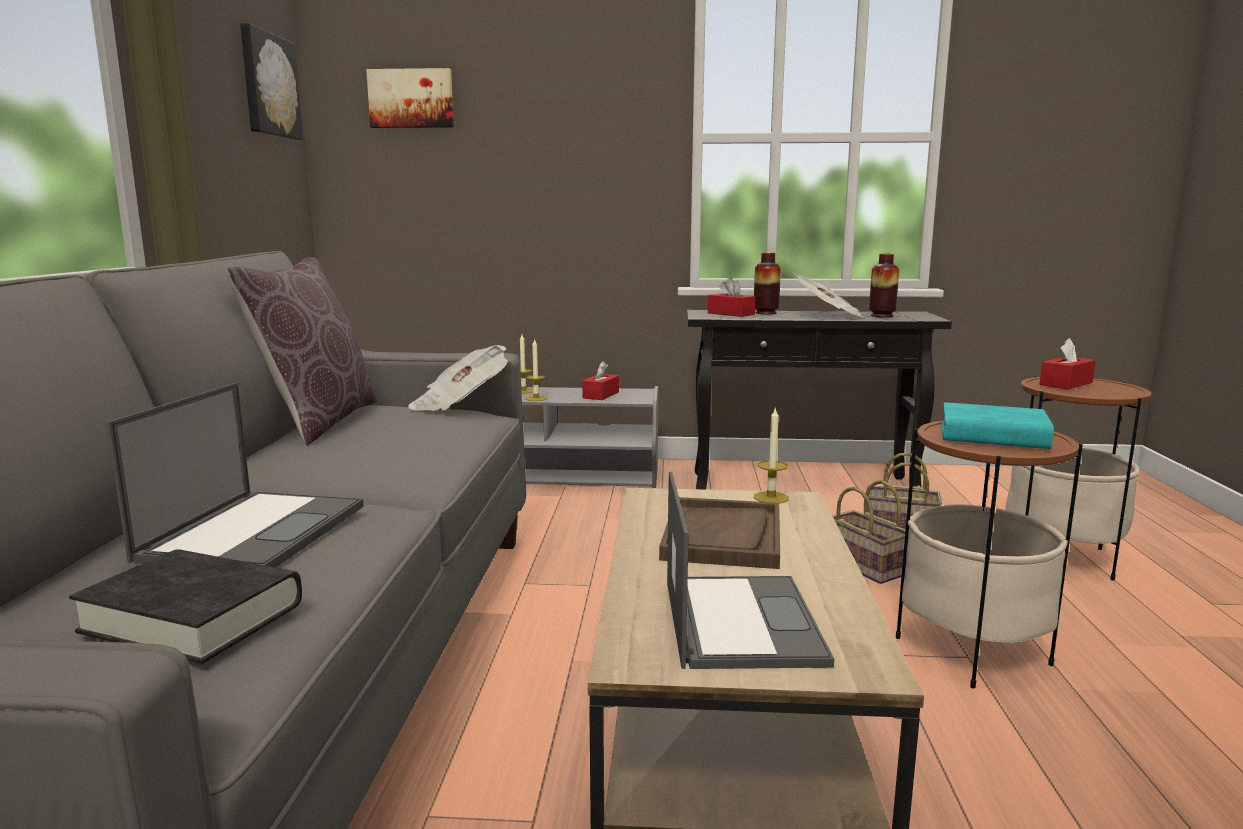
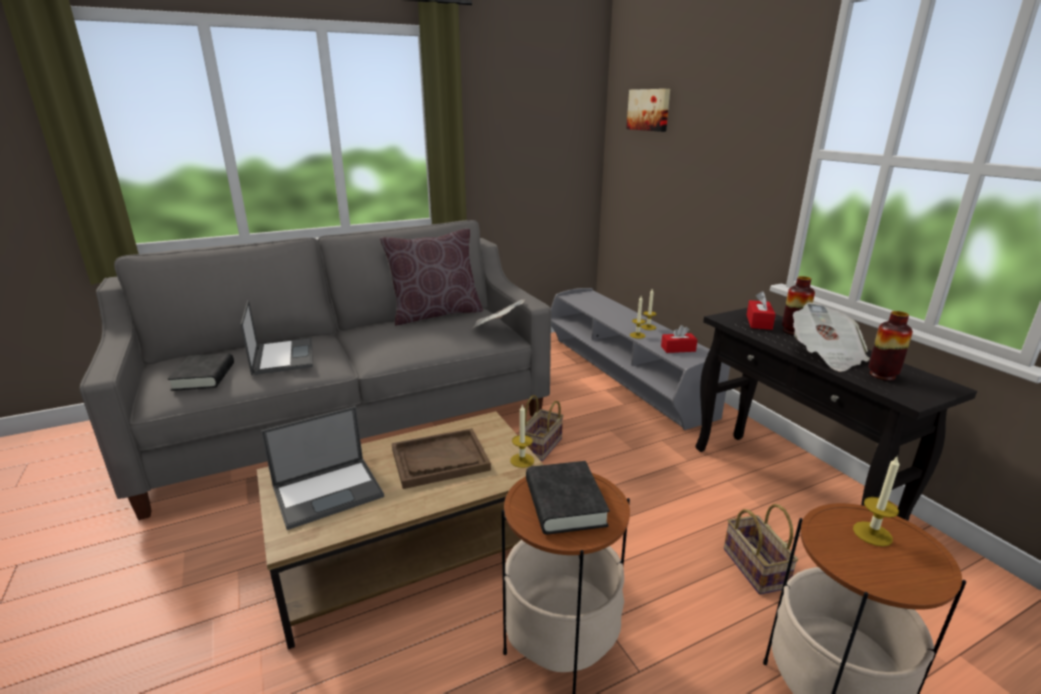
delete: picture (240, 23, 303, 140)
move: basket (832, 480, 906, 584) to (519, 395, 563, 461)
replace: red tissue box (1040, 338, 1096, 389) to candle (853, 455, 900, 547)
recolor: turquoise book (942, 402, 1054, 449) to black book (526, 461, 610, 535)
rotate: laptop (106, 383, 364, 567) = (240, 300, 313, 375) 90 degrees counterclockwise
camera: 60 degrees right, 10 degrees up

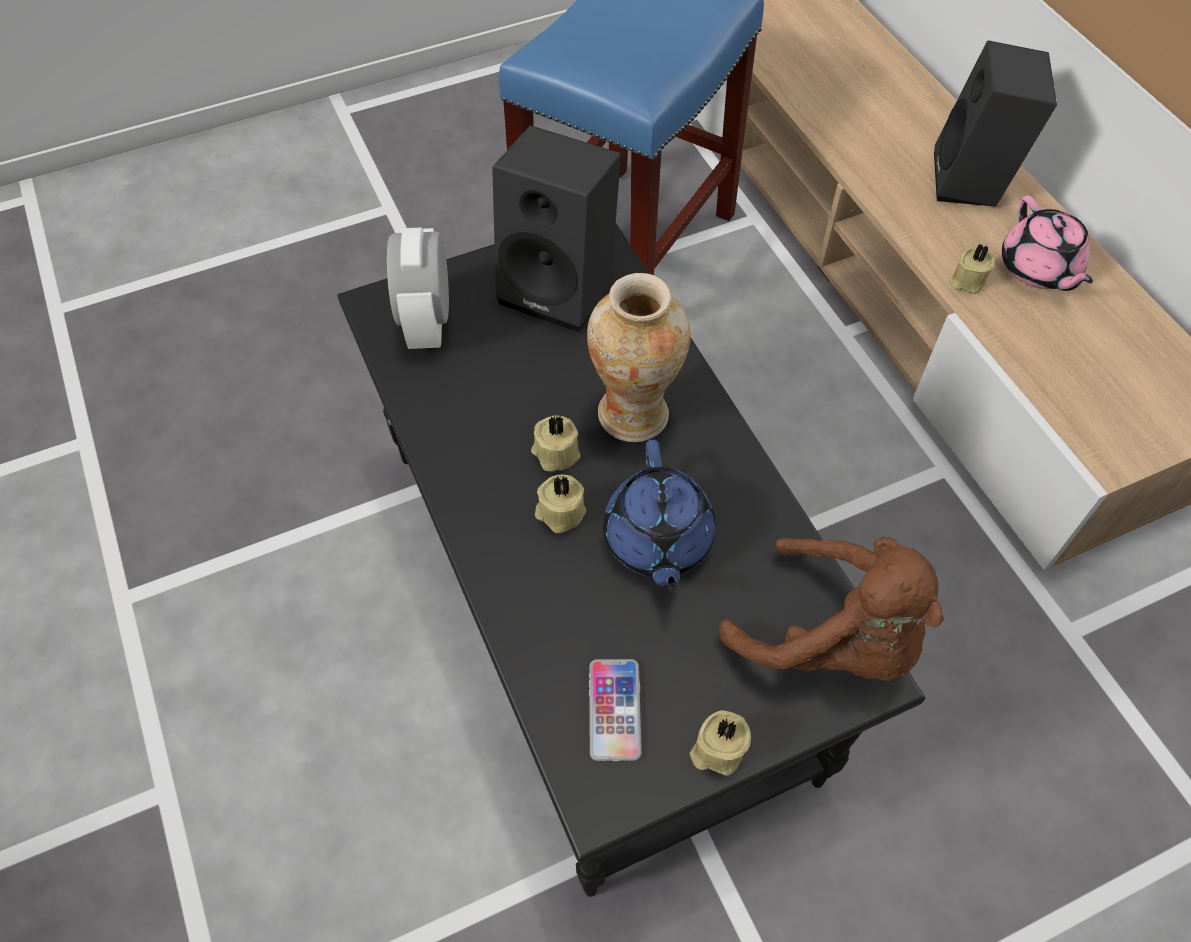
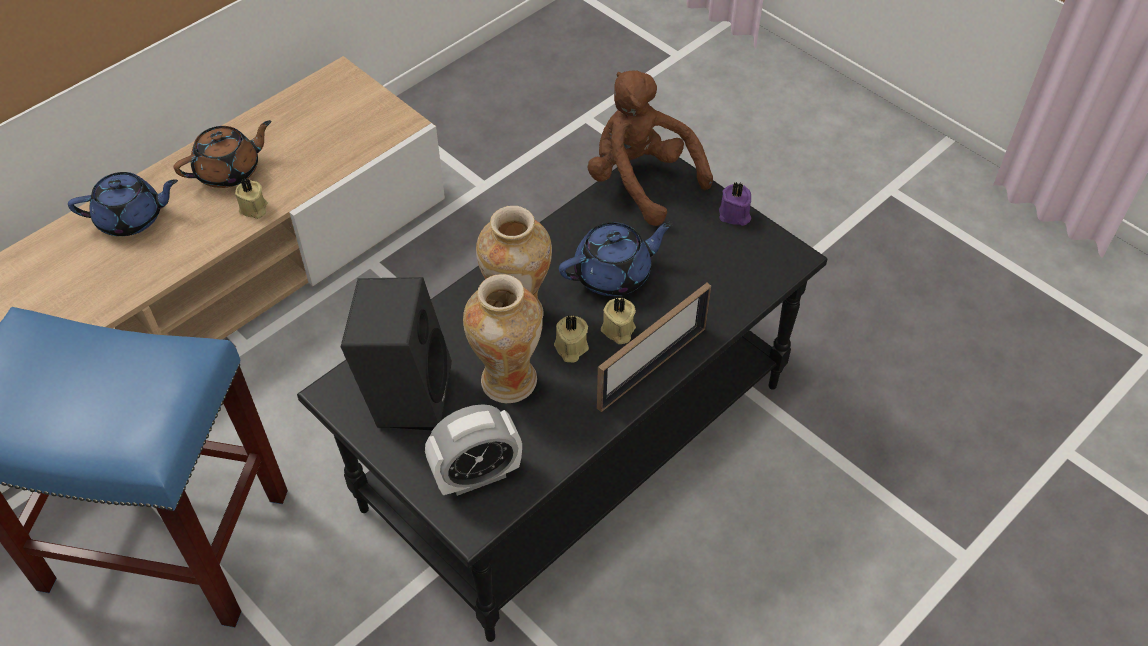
delete: phone (589, 659, 642, 761)
insert: vase (463, 274, 543, 403); picture frame (597, 283, 711, 412)
replace: black speaker (934, 40, 1057, 207) to blue teapot (68, 172, 178, 236)
recolor: beige candle (690, 710, 751, 776) to purple candle (719, 182, 751, 226); pink teapot (1002, 196, 1093, 291) to brown teapot (174, 120, 271, 188)
rotate: brown plush toy (719, 536, 944, 681) = (588, 70, 713, 226) 60 degrees counterclockwise
camera: 110 degrees left, 5 degrees down

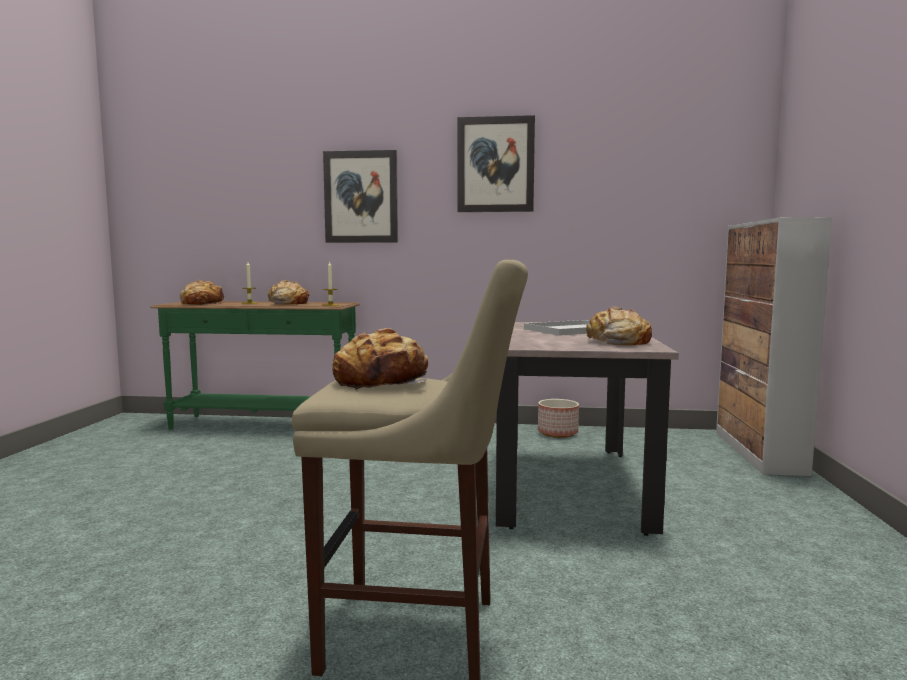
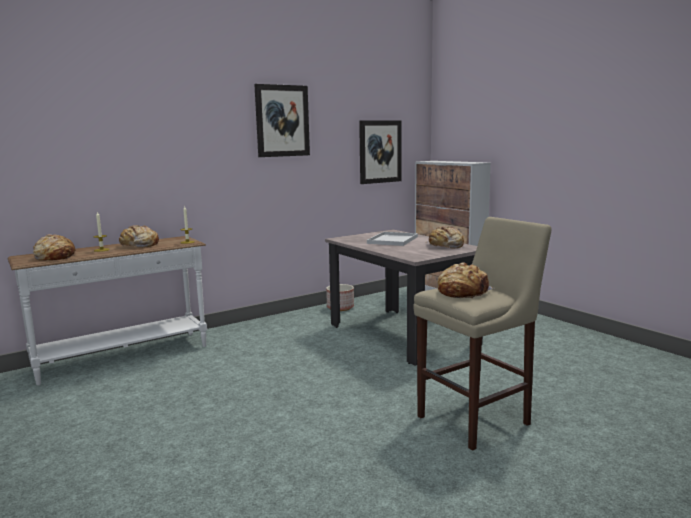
move: picture (323, 150, 398, 243) to (359, 120, 402, 184)
recolor: green console table (150, 301, 360, 430) to white console table (8, 236, 207, 385)
camera: 40 degrees left, 5 degrees up

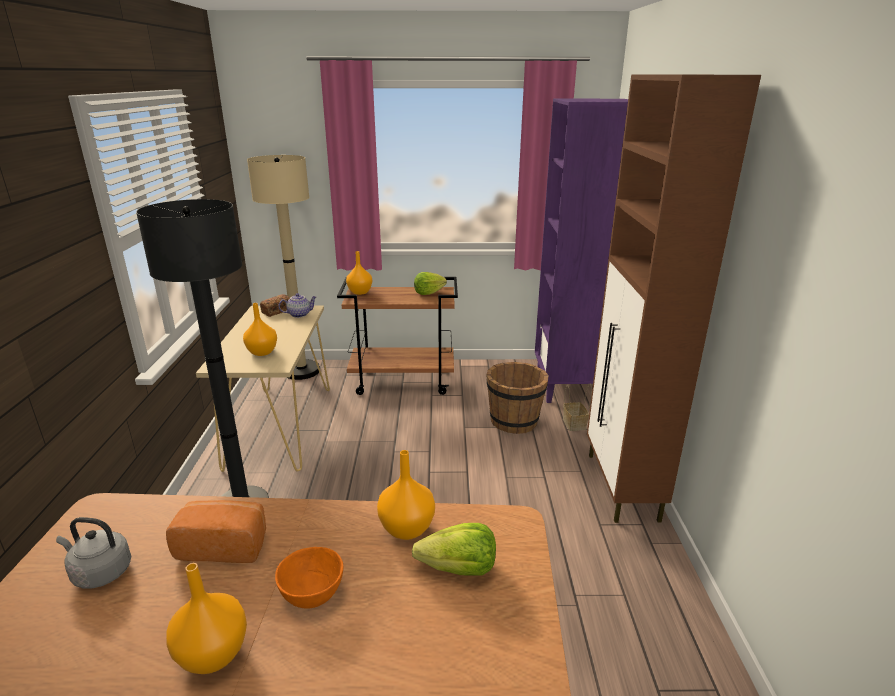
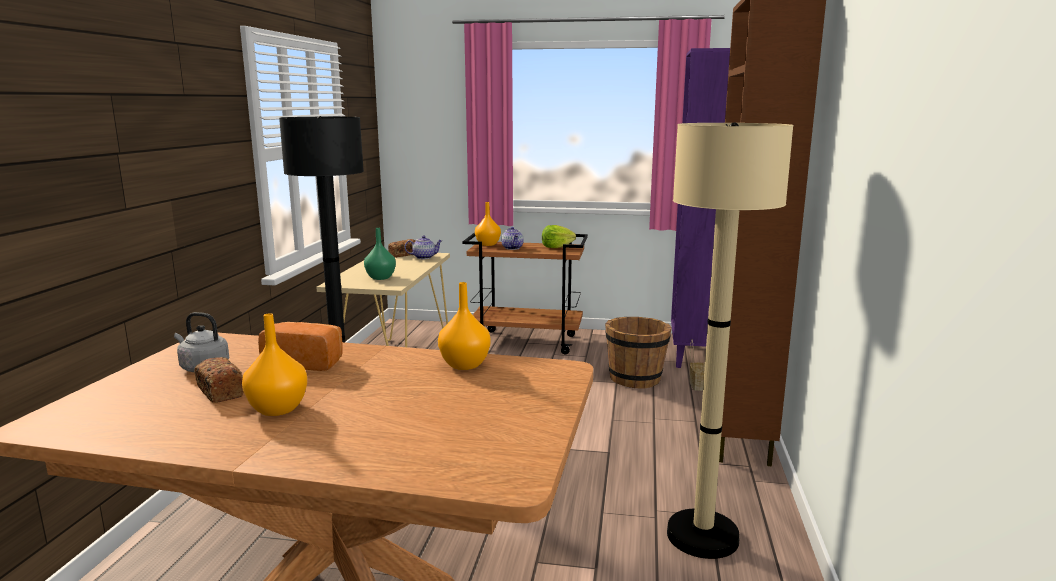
delete: orange bowl (275, 547, 343, 609); lettuce (412, 523, 496, 576)
insert: bread (194, 357, 243, 403); teapot (501, 227, 524, 250)
move: beige floor lamp (247, 155, 320, 380) to (667, 122, 793, 559)
recolor: orange vase (243, 303, 277, 356) to green vase (364, 228, 396, 280)
camera: 10 degrees right, 10 degrees down

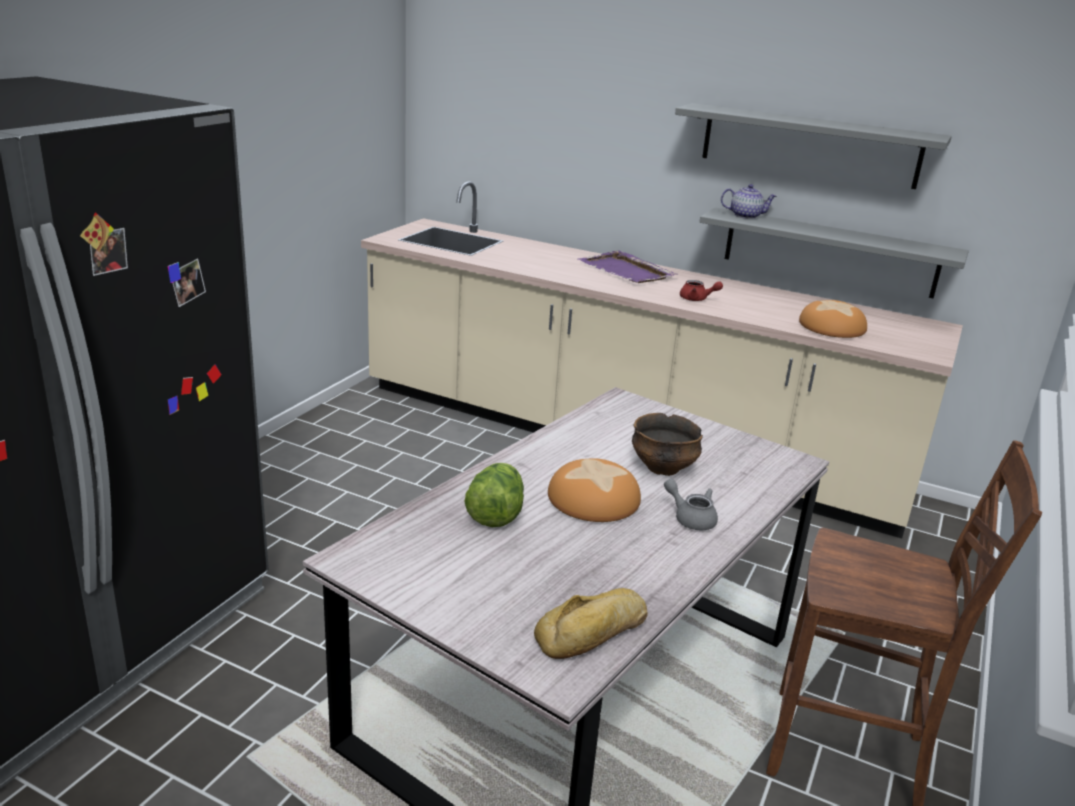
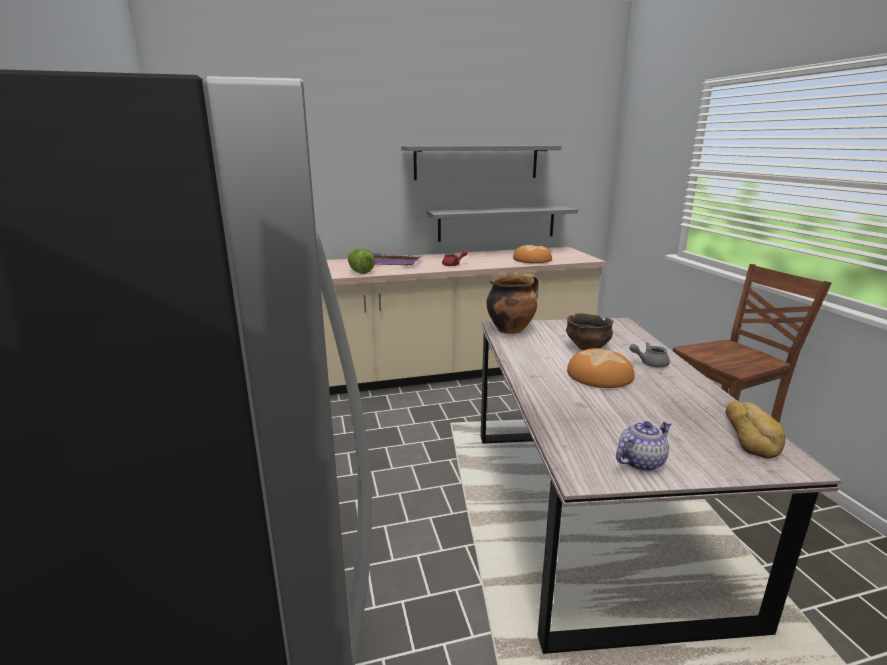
insert: cooking pot (486, 273, 538, 334)
move: lettuce (464, 463, 524, 527) to (348, 248, 375, 274); teapot (721, 184, 777, 219) to (616, 421, 672, 471)
camera: 40 degrees left, 5 degrees down

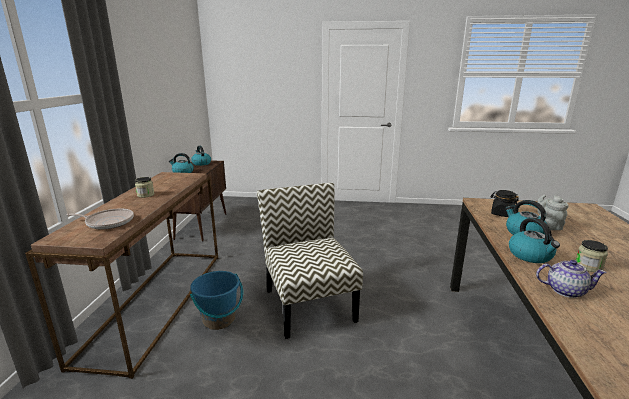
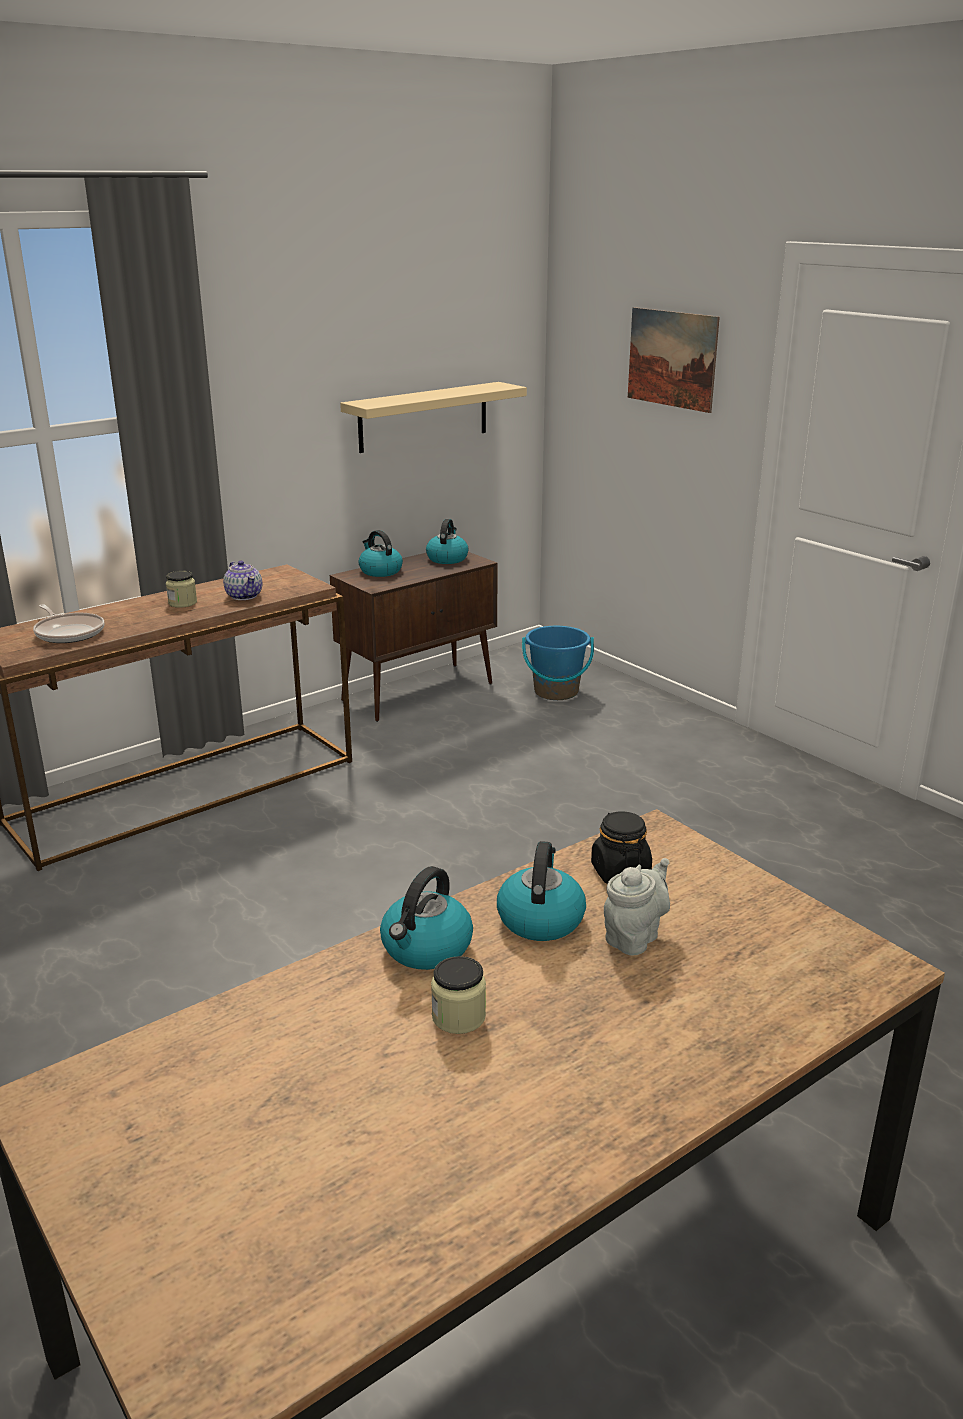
delete: chair (257, 183, 363, 339)
insert: beige shelf (340, 382, 527, 453); picture (628, 307, 720, 413)
move: blue bucket (190, 271, 243, 330) to (522, 626, 594, 700); teapot (536, 260, 607, 298) to (223, 560, 263, 600)
camera: 45 degrees right, 5 degrees up

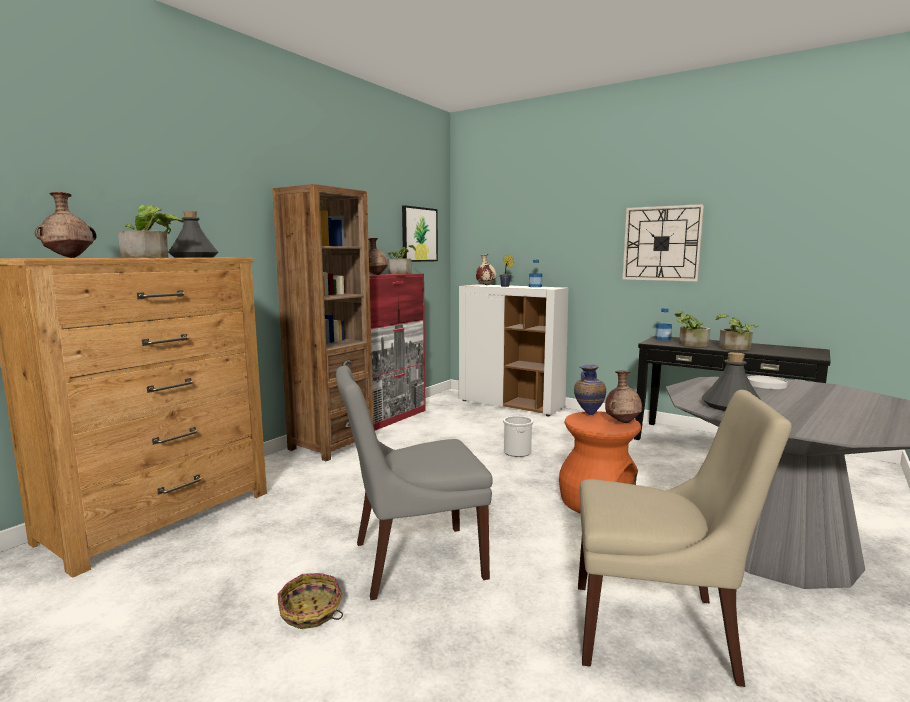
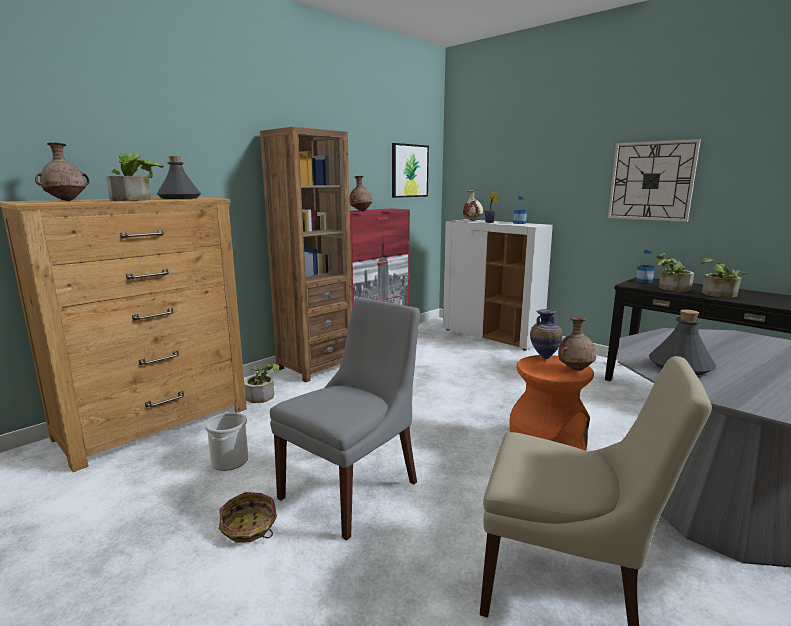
delete: white plate (747, 376, 788, 389)
move: potted plant (387, 245, 416, 274) to (244, 364, 279, 403); bucket (503, 416, 533, 457) to (205, 413, 248, 471)
rotate: grey chair (336, 366, 493, 600) = (270, 297, 420, 541) 135 degrees clockwise
camera: 10 degrees right, 5 degrees up

